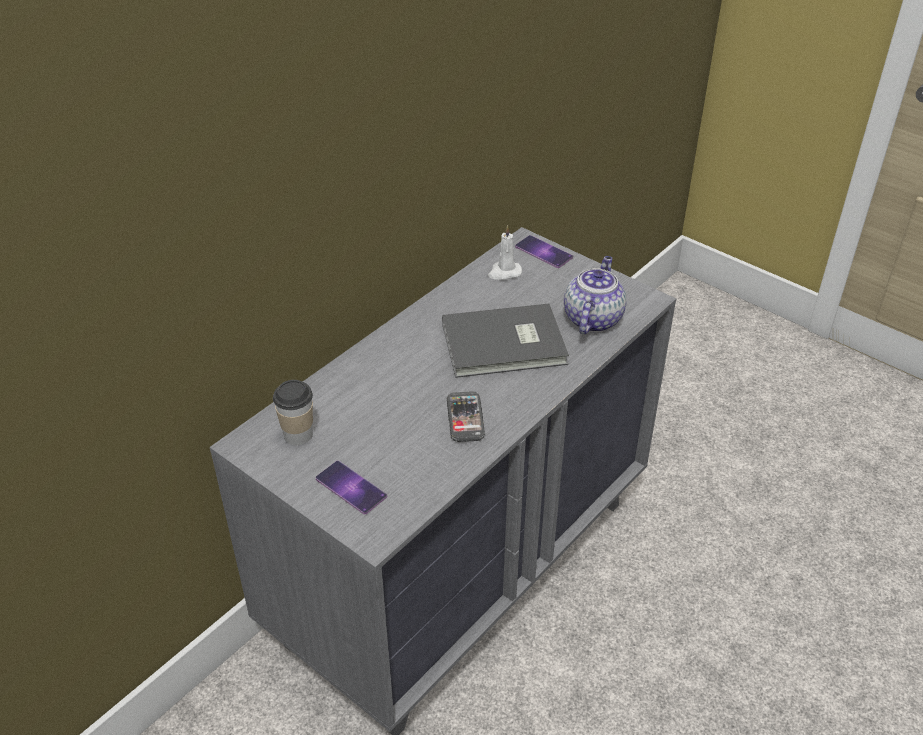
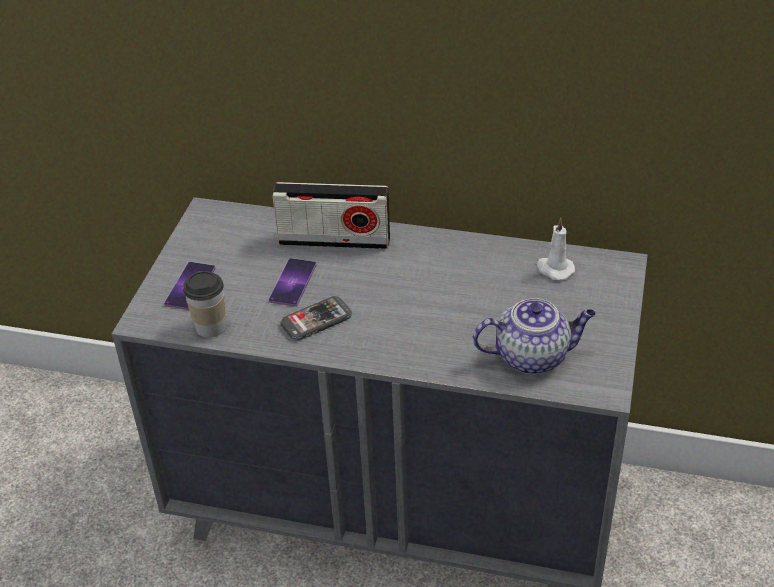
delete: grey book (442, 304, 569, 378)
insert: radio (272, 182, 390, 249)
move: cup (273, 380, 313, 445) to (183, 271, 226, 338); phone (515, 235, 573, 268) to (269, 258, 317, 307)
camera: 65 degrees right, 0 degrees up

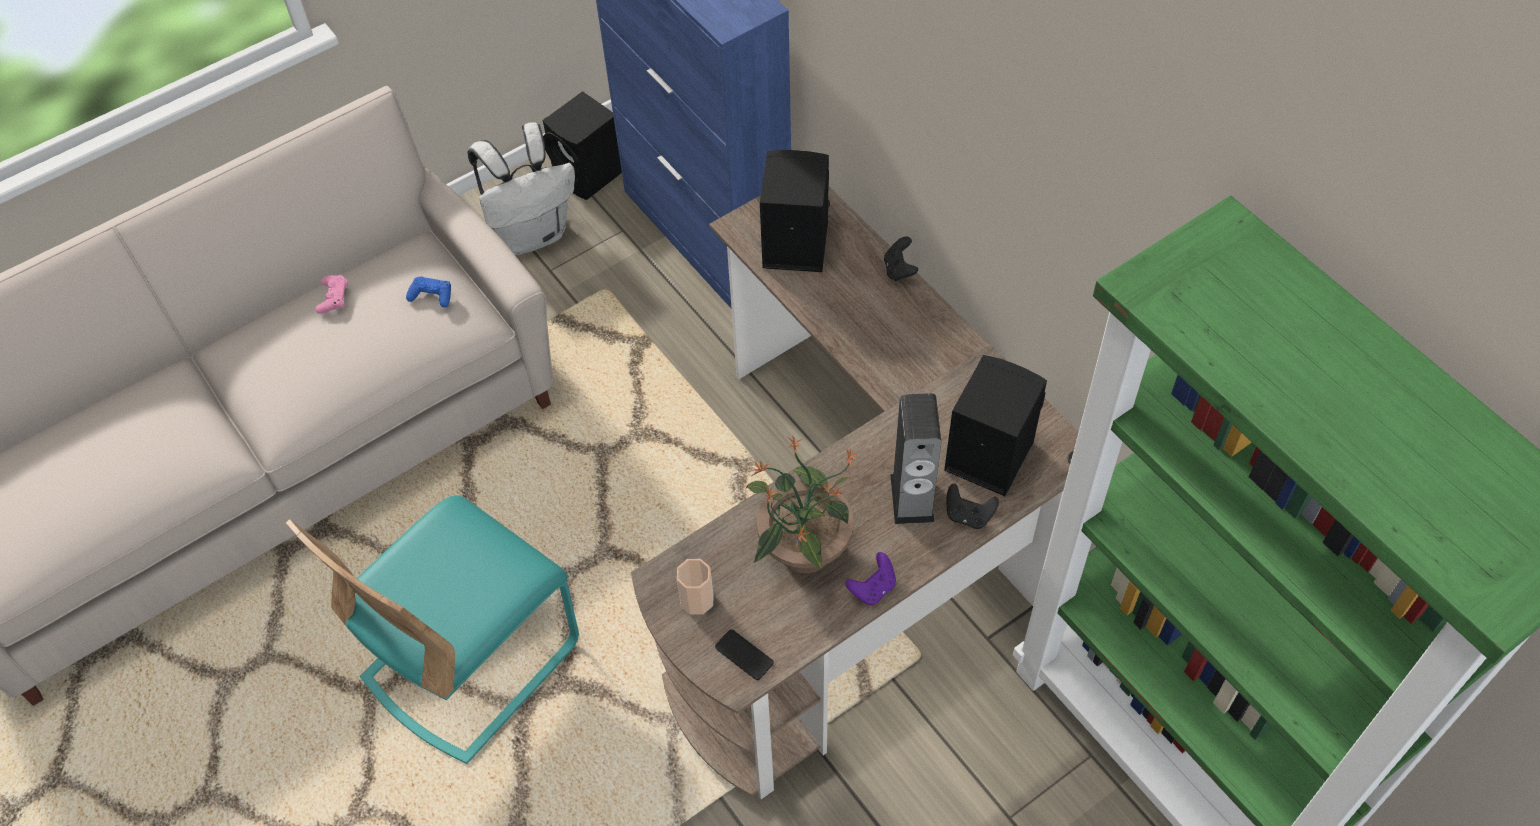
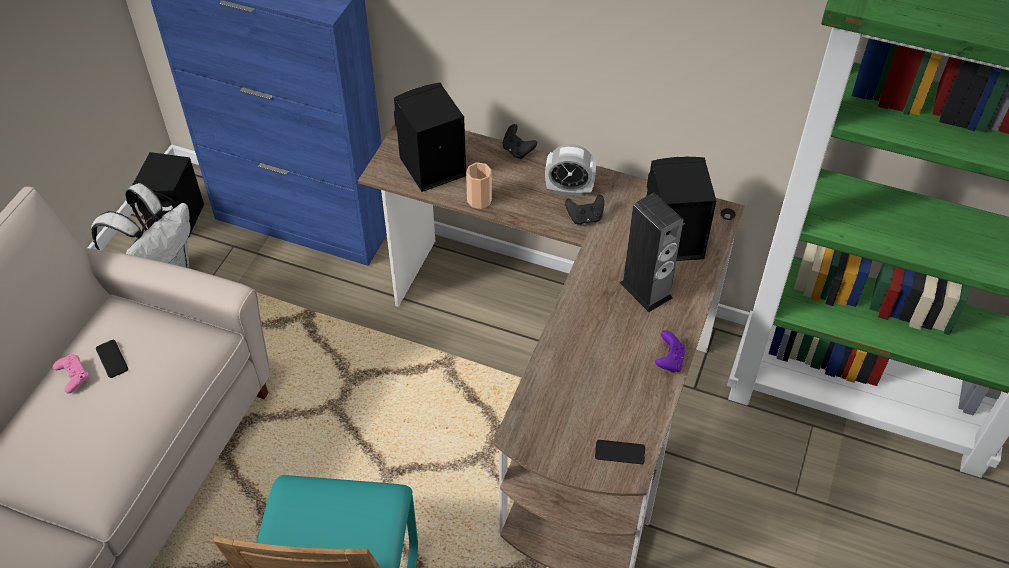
delete: blue game controller (406, 277, 451, 308); potted plant (746, 435, 857, 573)
insert: phone (96, 340, 128, 378); alarm clock (545, 144, 596, 196)
move: cup (677, 559, 714, 615) to (466, 162, 492, 209); black game controller (946, 483, 999, 529) to (565, 194, 604, 225)
camera: 35 degrees left, 5 degrees down

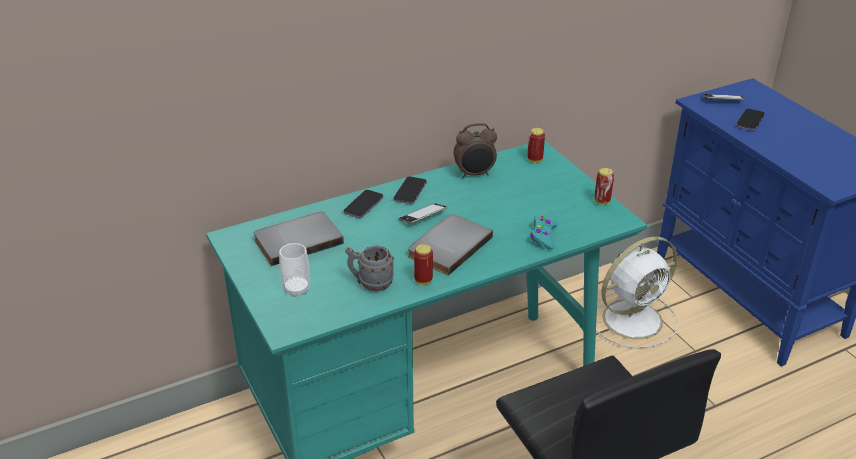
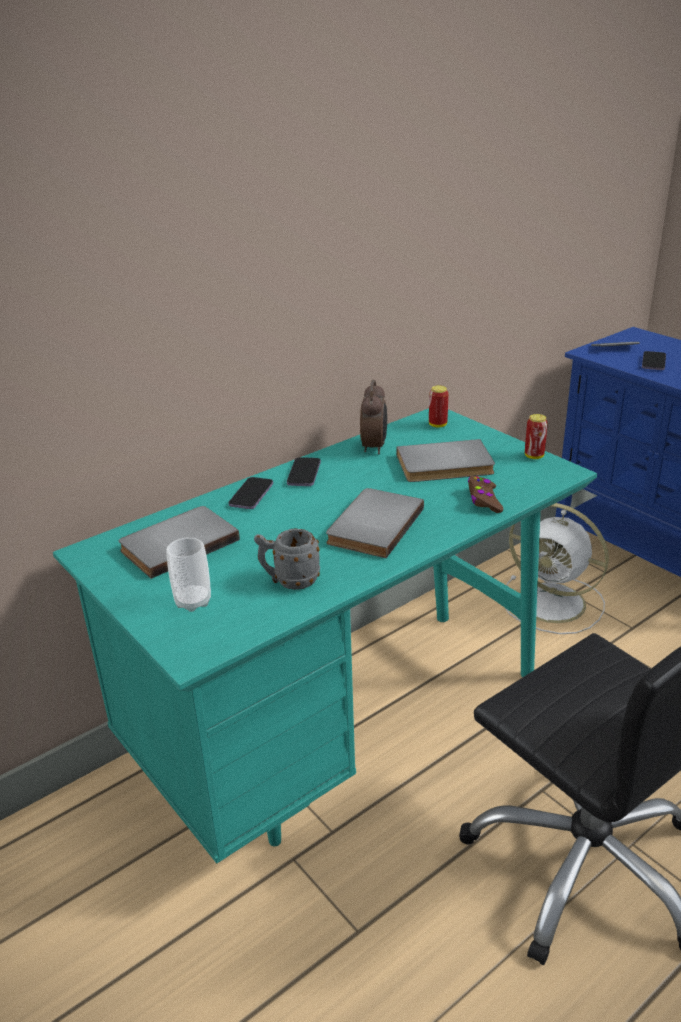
delete: phone (399, 203, 447, 224); can (414, 244, 433, 285)
insert: grey book (397, 439, 495, 482)
recolor: turquoise game controller (531, 215, 558, 250) to brown game controller (468, 476, 503, 513)
rotate: alarm clock (454, 123, 497, 178) = (360, 380, 387, 454) 60 degrees counterclockwise; white fan (596, 236, 679, 349) = (505, 503, 609, 634) 75 degrees clockwise
camera: 10 degrees left, 5 degrees down

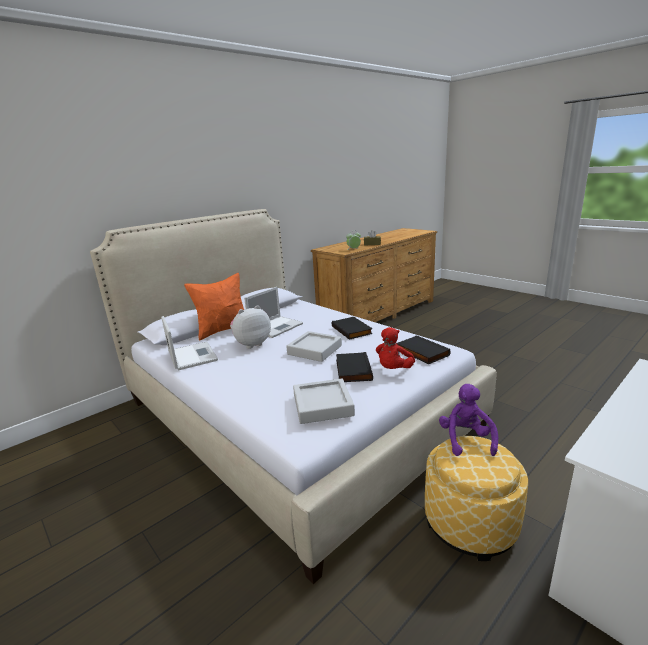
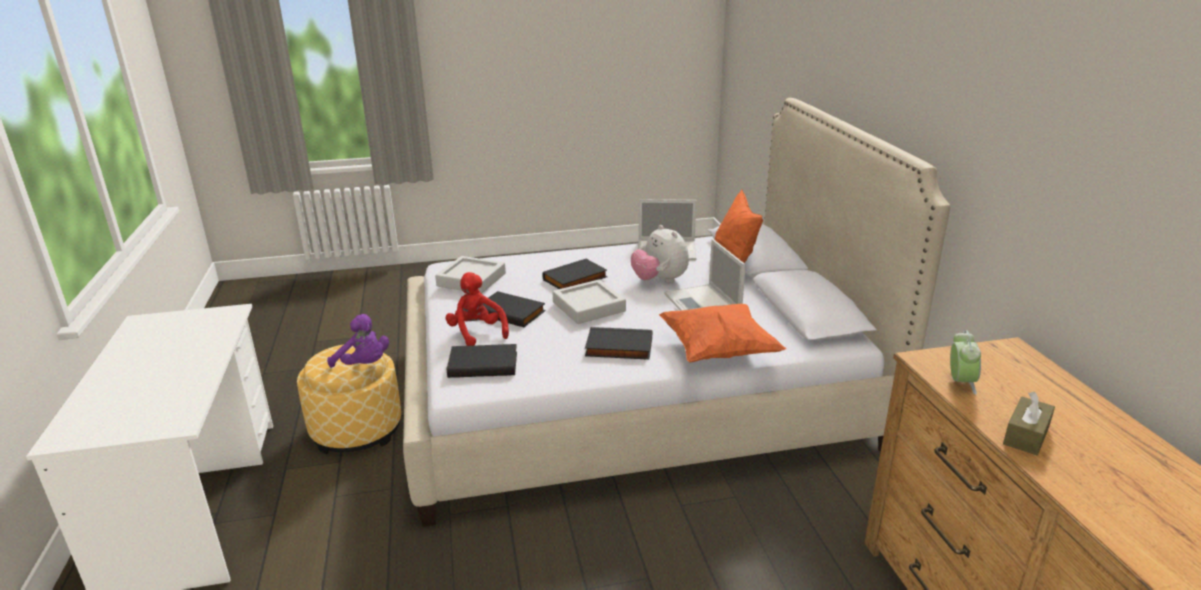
insert: black book (543, 258, 607, 289); orange pillow (659, 304, 786, 363)
rotate: plush toy (230, 305, 271, 349) = (631, 225, 689, 283) 150 degrees clockwise
camera: 120 degrees right, 5 degrees up

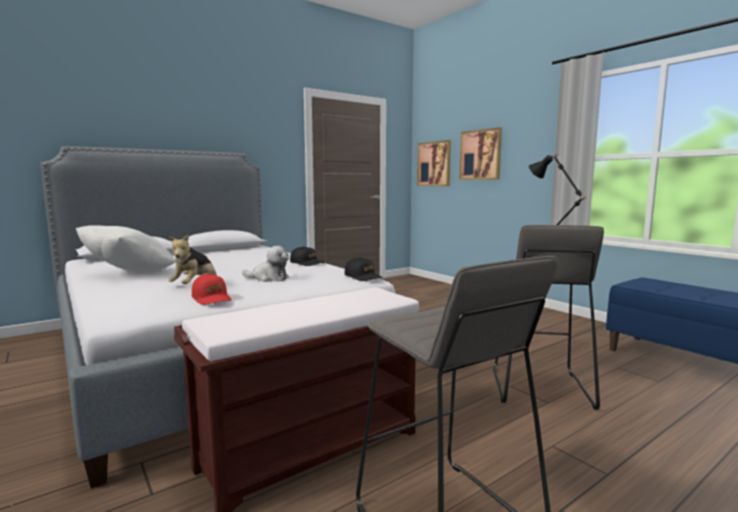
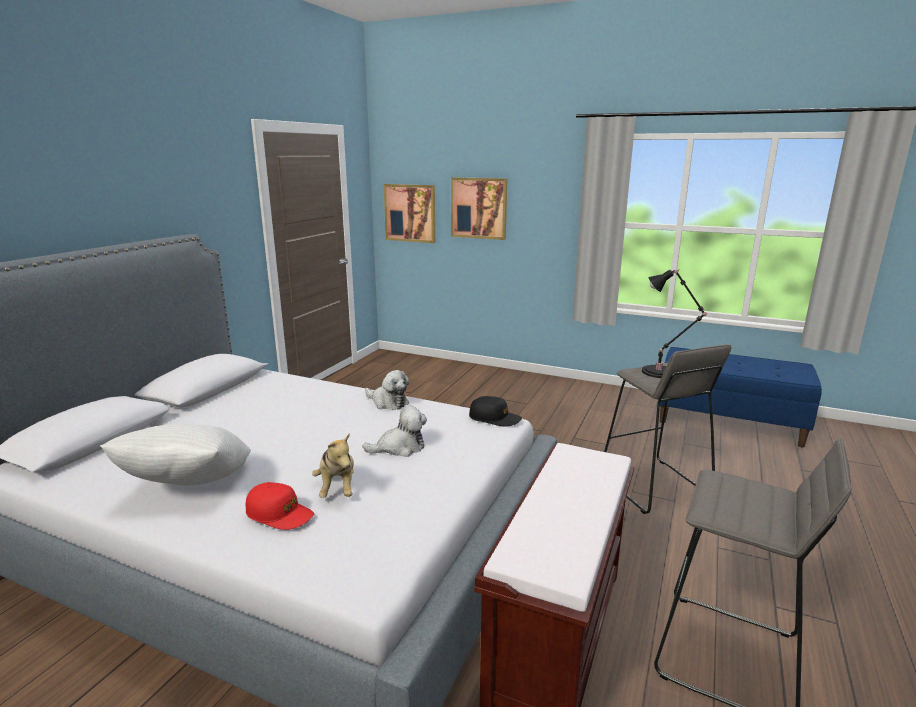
move: red cap (191, 274, 232, 305) to (246, 482, 314, 530)
replace: black cap (290, 246, 324, 266) to plush toy (365, 370, 409, 410)
camera: 30 degrees left, 10 degrees up

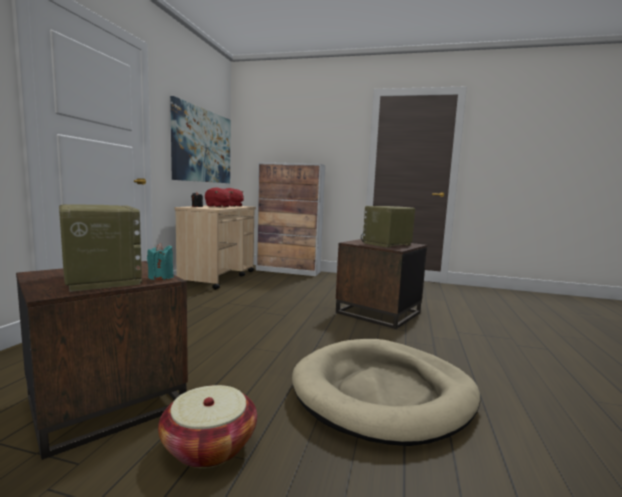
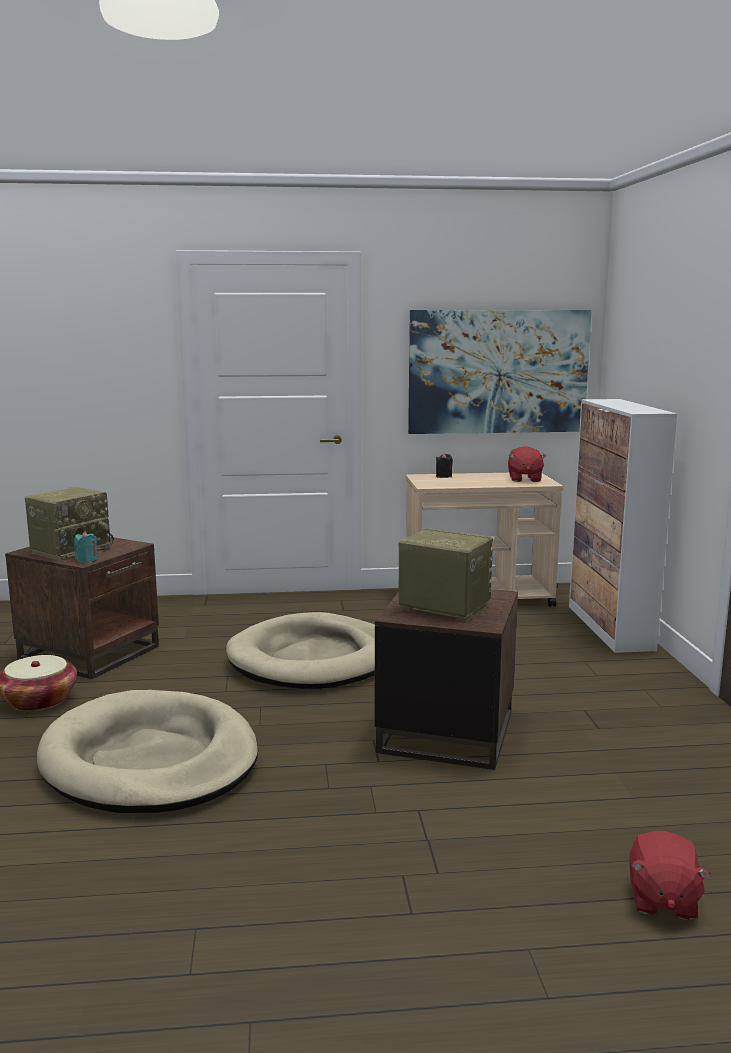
insert: beige dog bed (226, 612, 375, 689)
move: red plush toy (205, 188, 231, 207) to (629, 831, 711, 920)
camera: 70 degrees right, 5 degrees up

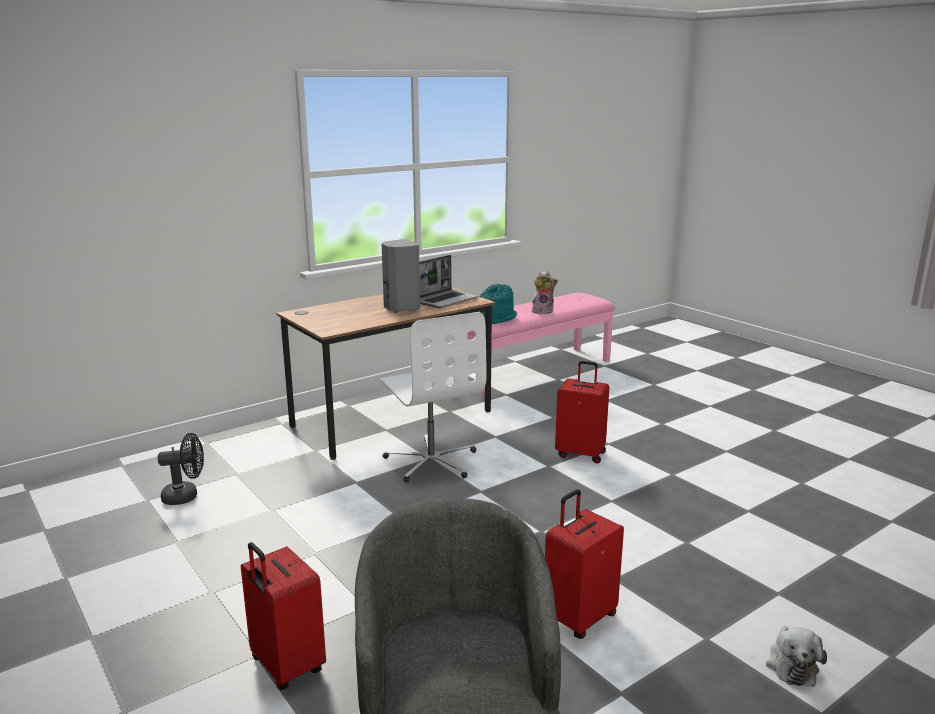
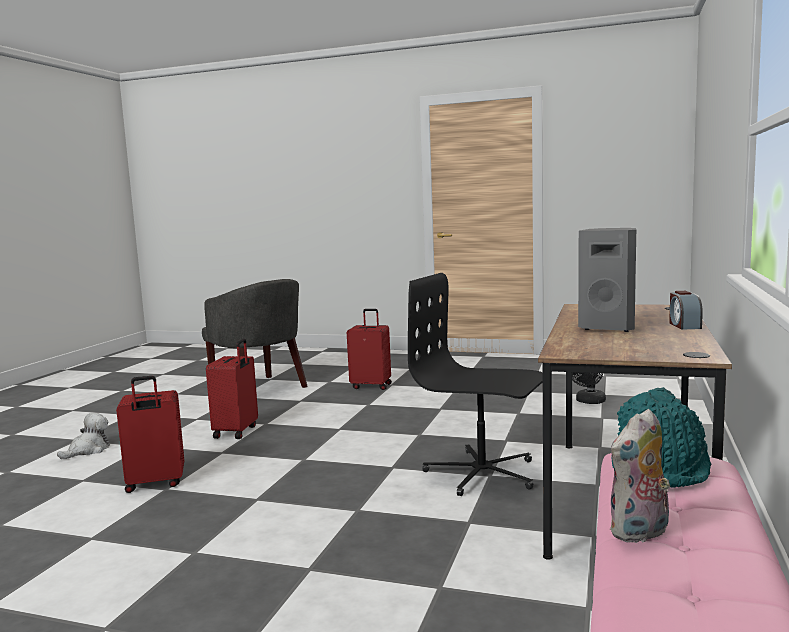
delete: laptop (419, 255, 478, 308)
insert: alarm clock (669, 291, 703, 330)
move: red suitcase (555, 361, 609, 464) to (116, 376, 184, 493)
recolor: white office chair (380, 312, 487, 483) to black office chair (408, 273, 543, 496)
rotate: plush toy (766, 626, 827, 687) = (57, 413, 110, 459) 60 degrees clockwise
camera: 145 degrees right, 10 degrees down

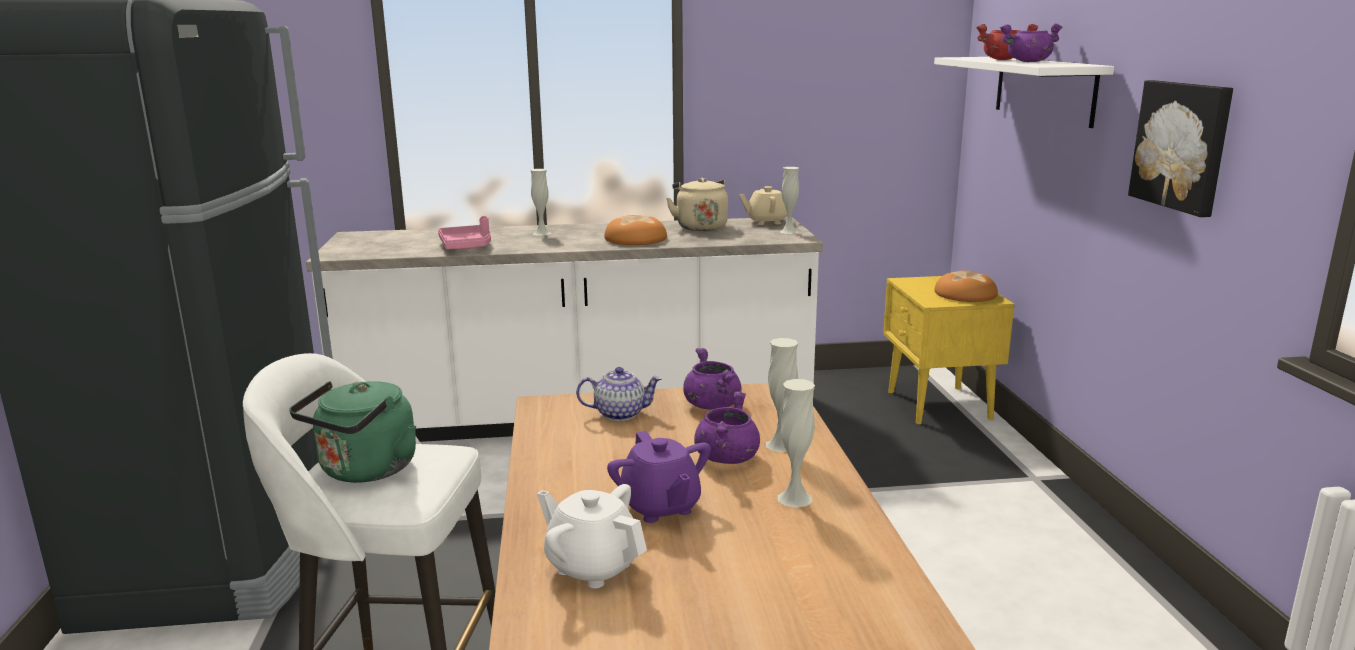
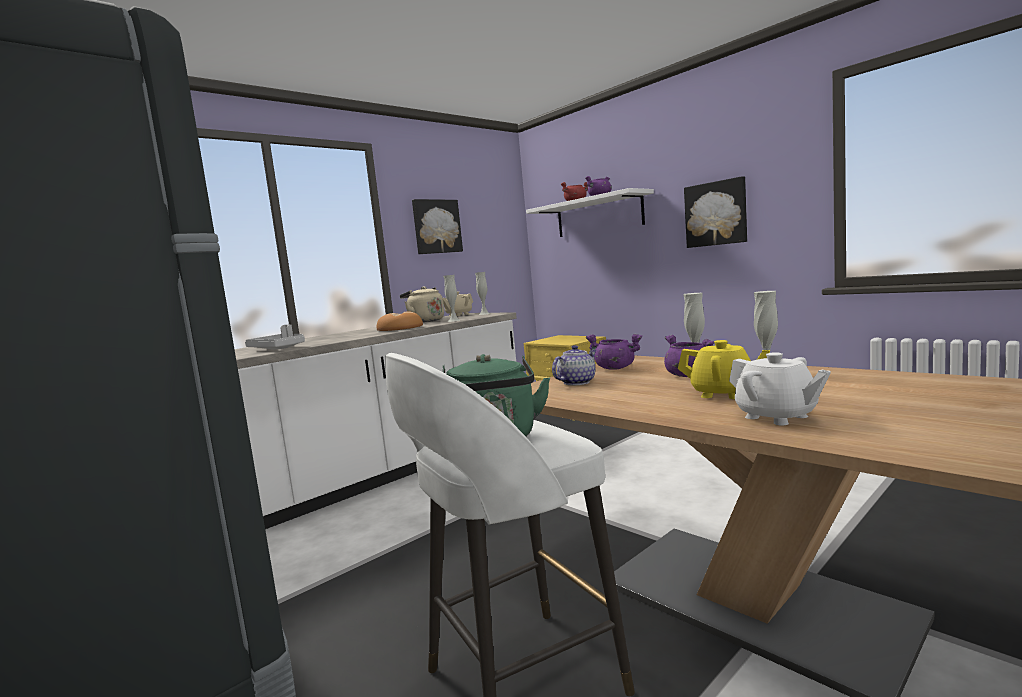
delete: bread (934, 271, 998, 302)
insert: picture (412, 199, 463, 254)
move: white vase (530, 169, 551, 236) to (443, 275, 460, 322)
recolor: pink tray (438, 216, 491, 249) to grey tray (245, 324, 305, 349); purple teapot (607, 431, 711, 523) to yellow teapot (678, 340, 770, 399)
rotate: white teapot (537, 484, 647, 588) = (729, 352, 831, 425) 120 degrees counterclockwise
camera: 35 degrees left, 10 degrees down

